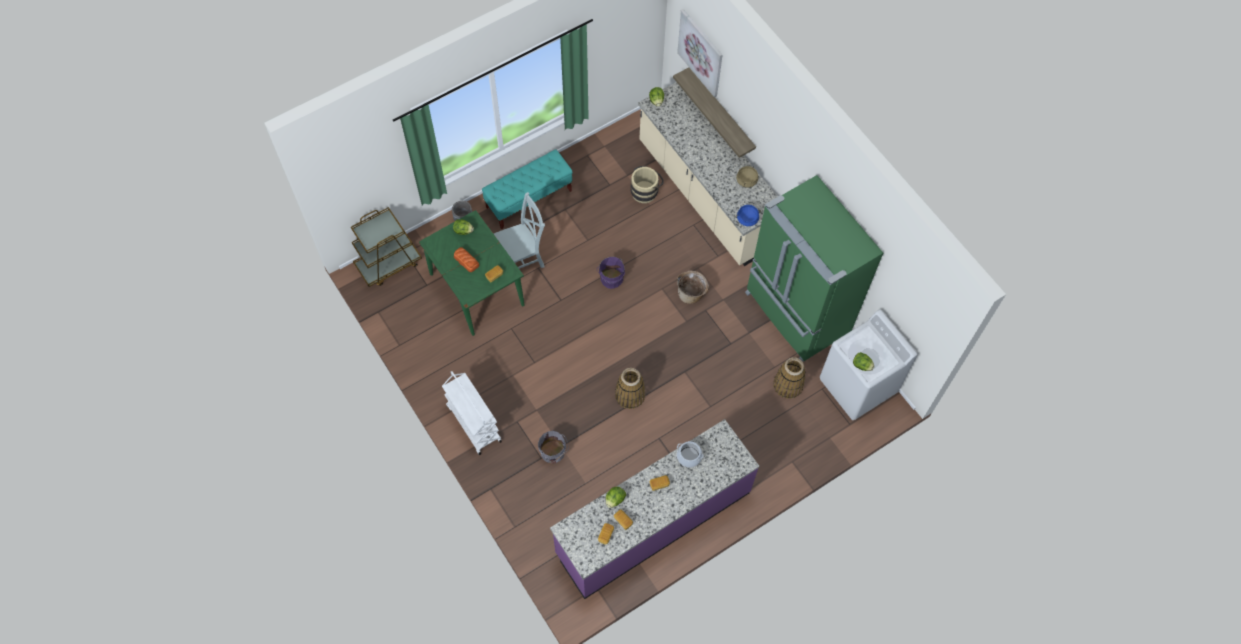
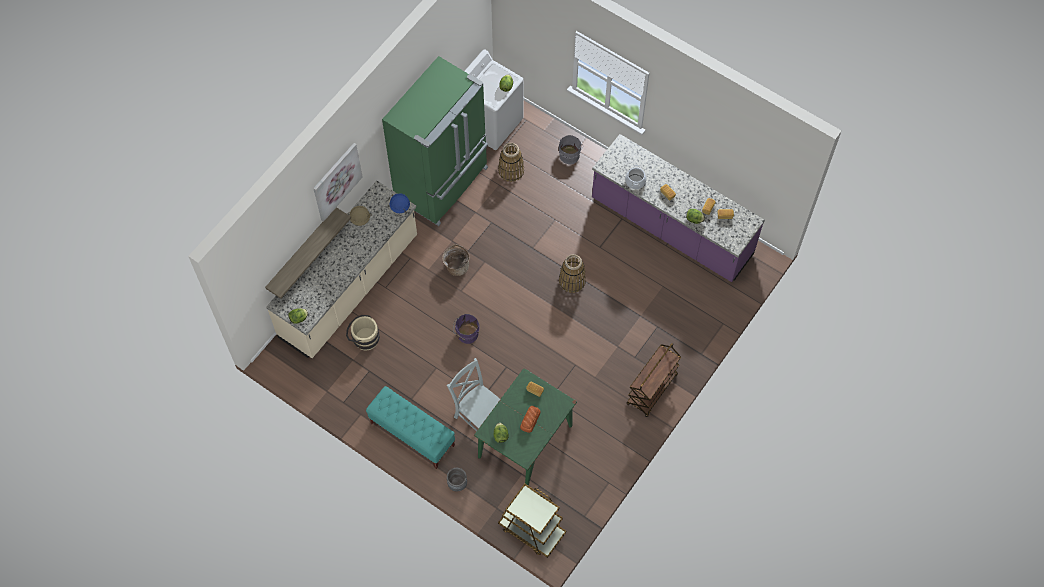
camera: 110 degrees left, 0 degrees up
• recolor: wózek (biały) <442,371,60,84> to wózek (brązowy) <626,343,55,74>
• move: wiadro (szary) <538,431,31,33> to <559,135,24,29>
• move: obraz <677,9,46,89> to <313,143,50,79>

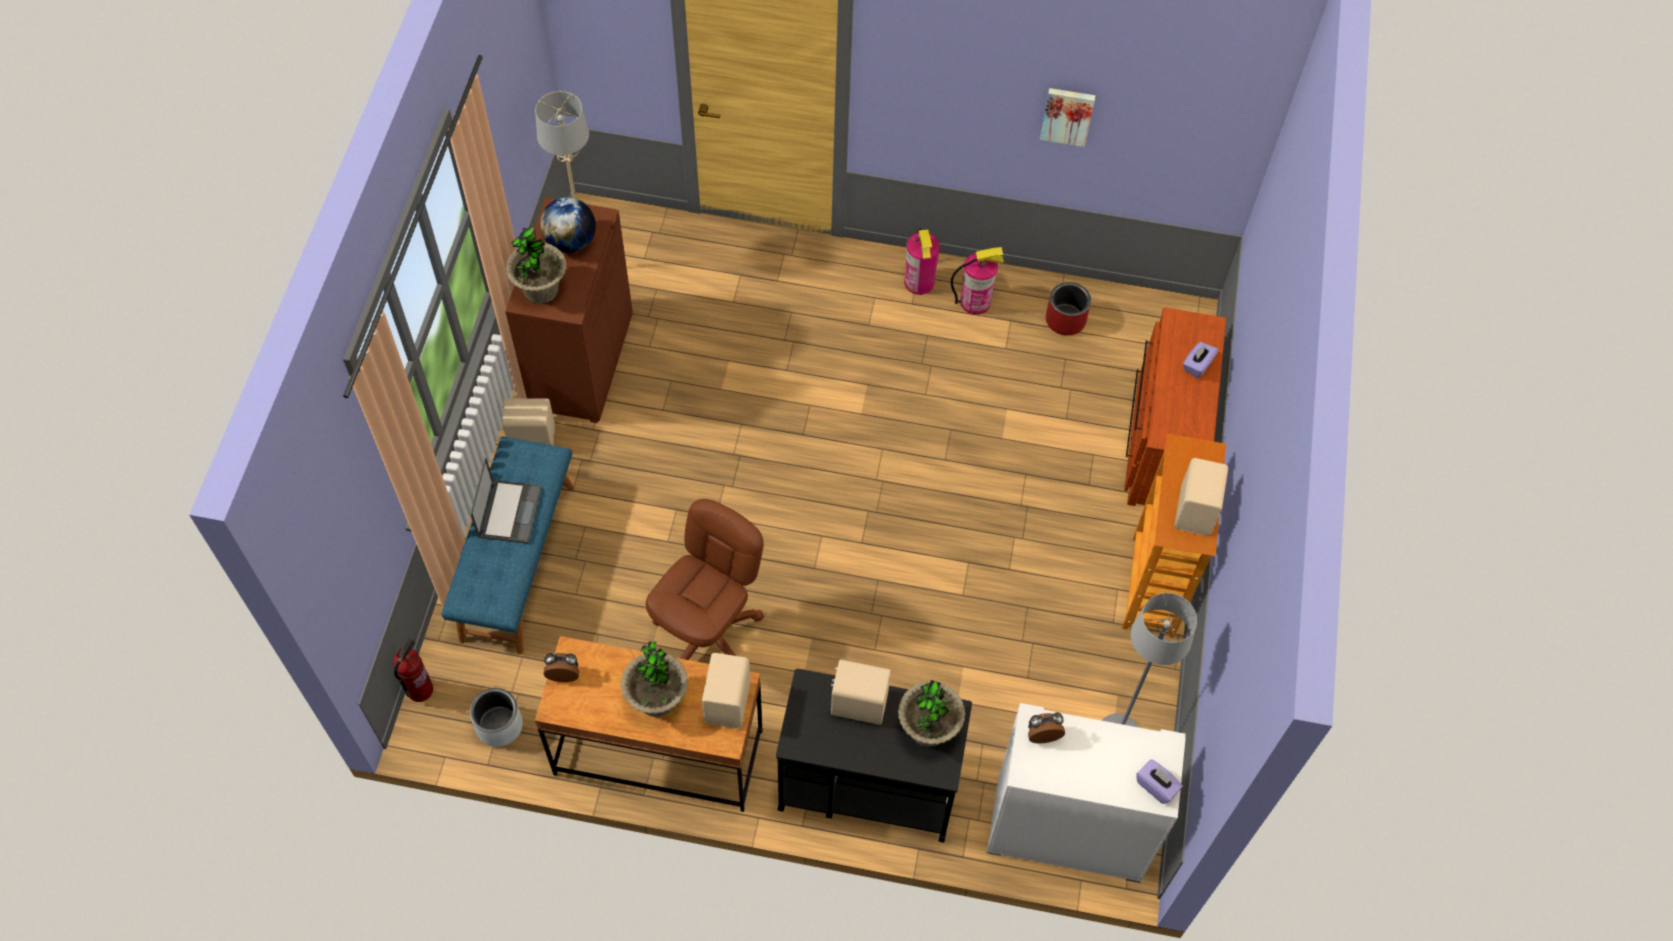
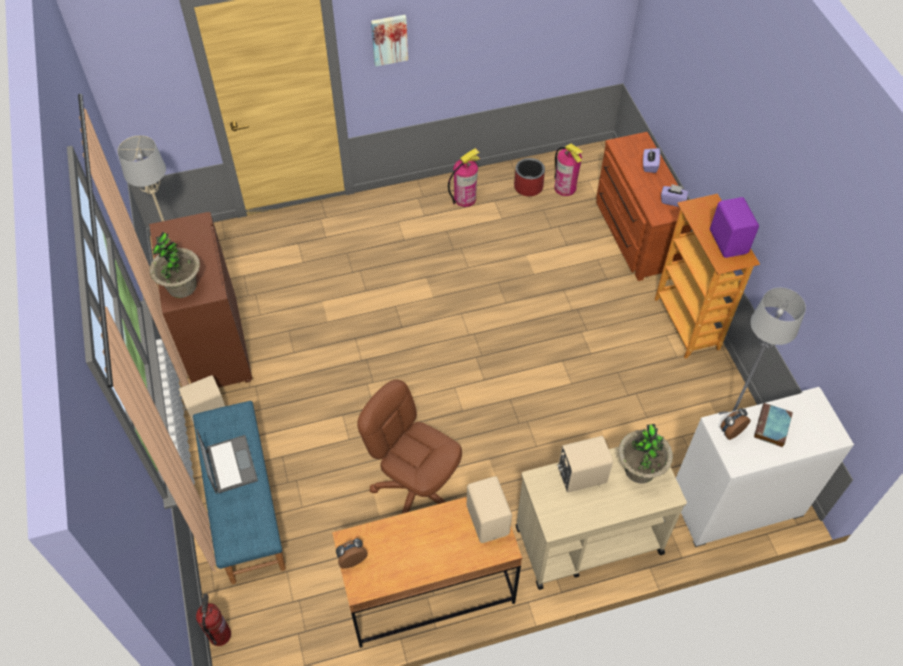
camera: 25 degrees left, 5 degrees down
• delete: donica (szary) <469,688,54,59>
• delete: globus <540,197,56,56>
• delete: roślina doniczkowa <621,642,67,75>
• rotate: krzesło biurowe (brązowy) <646,499,118,161> = <357,380,105,134> 60 degrees counterclockwise
• recolor: wózek (czarny) <776,669,196,174> to wózek (beżowy) <516,447,171,143>
• move: gaśnica <904,228,36,67> to <554,144,28,52>
• move: obraz <1040,88,55,59> to <371,15,37,51>
• move: pudełko chusteczek (fioletowy) <1136,759,47,45> to <661,184,27,23>
• recolor: głośnik (beżowy) <1174,458,54,78> to głośnik (fioletowy) <710,197,49,61>
• insert: książka <754,403,39,44>

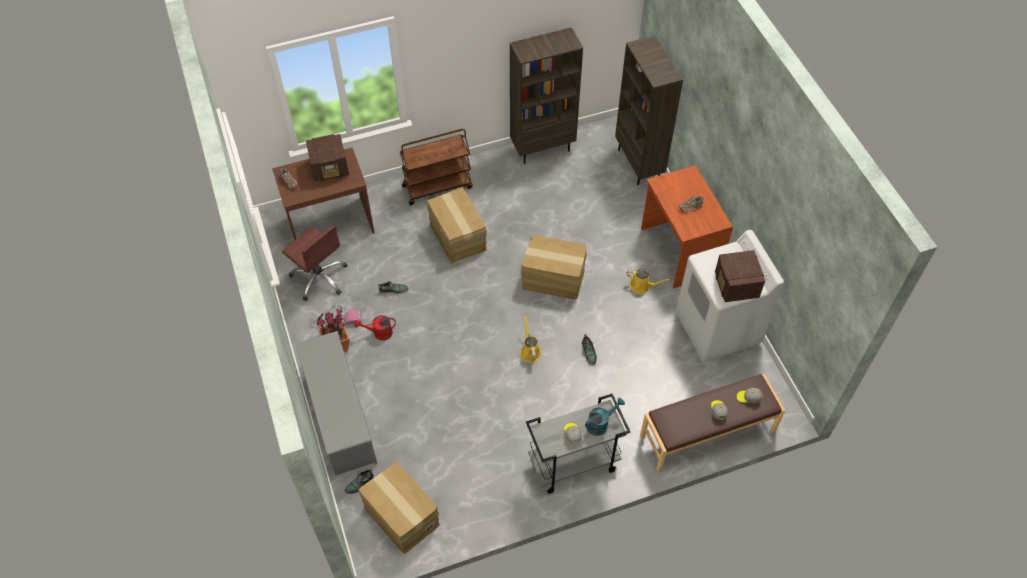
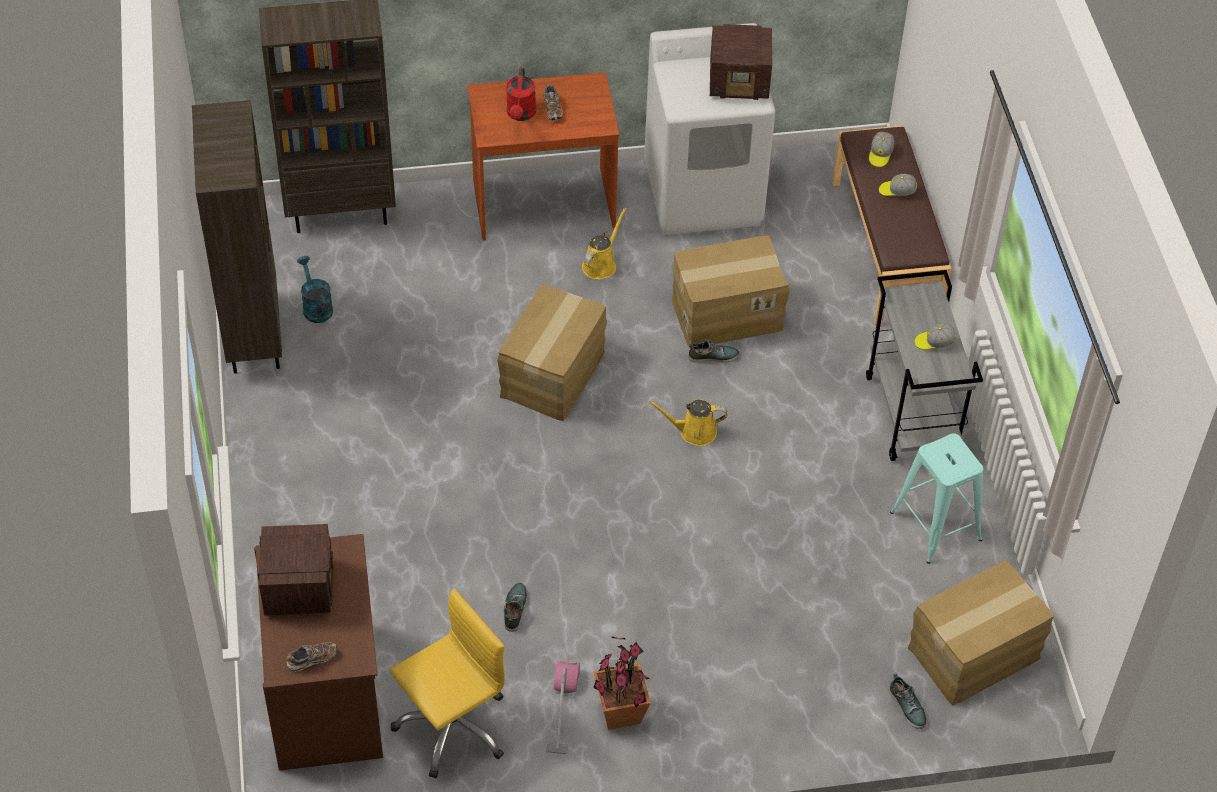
camera: 80 degrees left, 5 degrees down
• recolor: krzesło biurowe (brązowy) <282,225,65,76> to krzesło biurowe (żółty) <390,589,115,189>
• delete: regał na buty (szary) <296,331,81,144>
• move: konewka (czerwony) <354,315,42,25> to <506,68,30,53>
• delete: wózek (brązowy) <400,129,73,76>
• move: karton <427,188,60,76> to <672,235,117,111>
• move: konewka (turkusowy) <585,398,40,38> to <297,256,36,67>
• insert: stołek (turkusowy) <890,433,94,131>

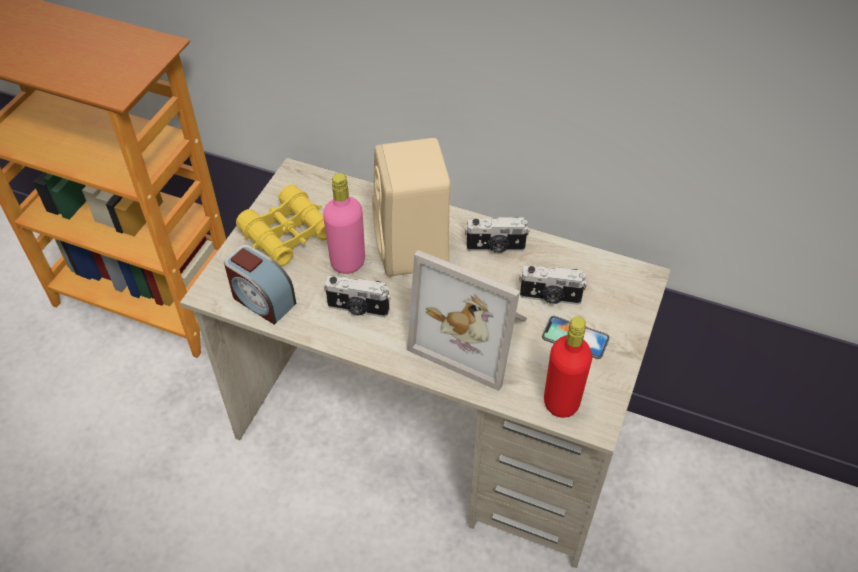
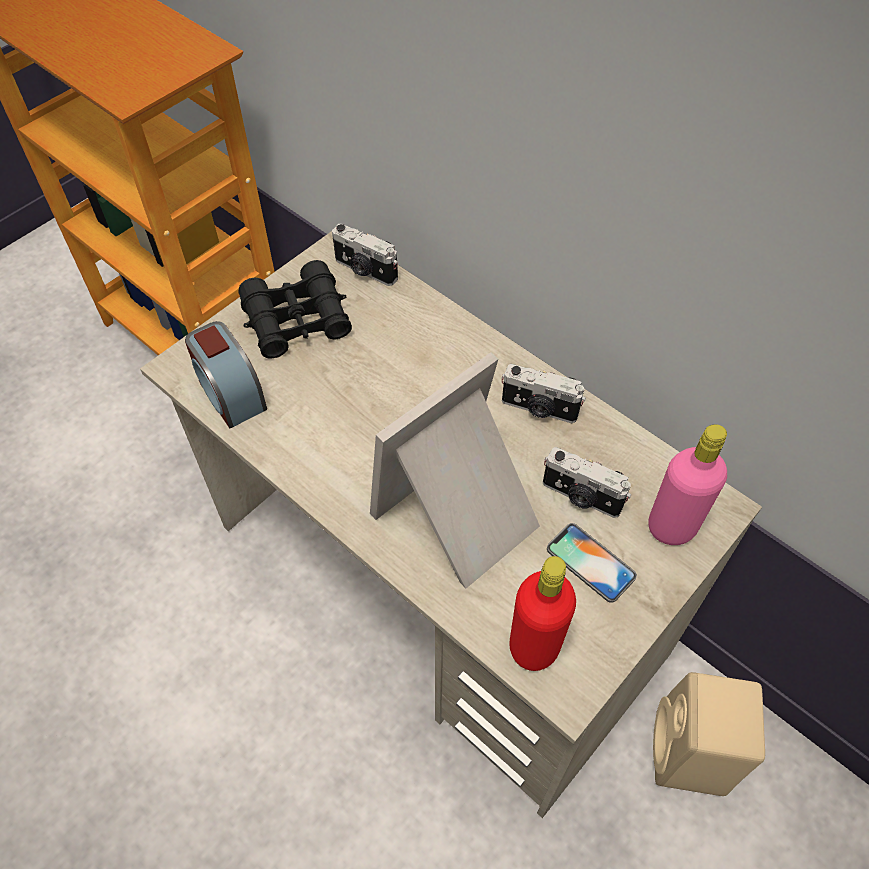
camera: 20 degrees right, 5 degrees up
• recolor: lornetka (żółty) <236,184,91,83> to lornetka (czarny) <238,260,114,99>
• move: butelka (różowy) <323,173,42,101> to <648,424,79,121>
• move: aparat fotograficzny <324,275,67,42> to <332,223,66,63>
• move: głośnik (beżowy) <372,138,79,139> to <653,672,112,124>
• rotate: ramka na zdjęcie <407,250,120,141> = <370,352,170,236> 90 degrees clockwise

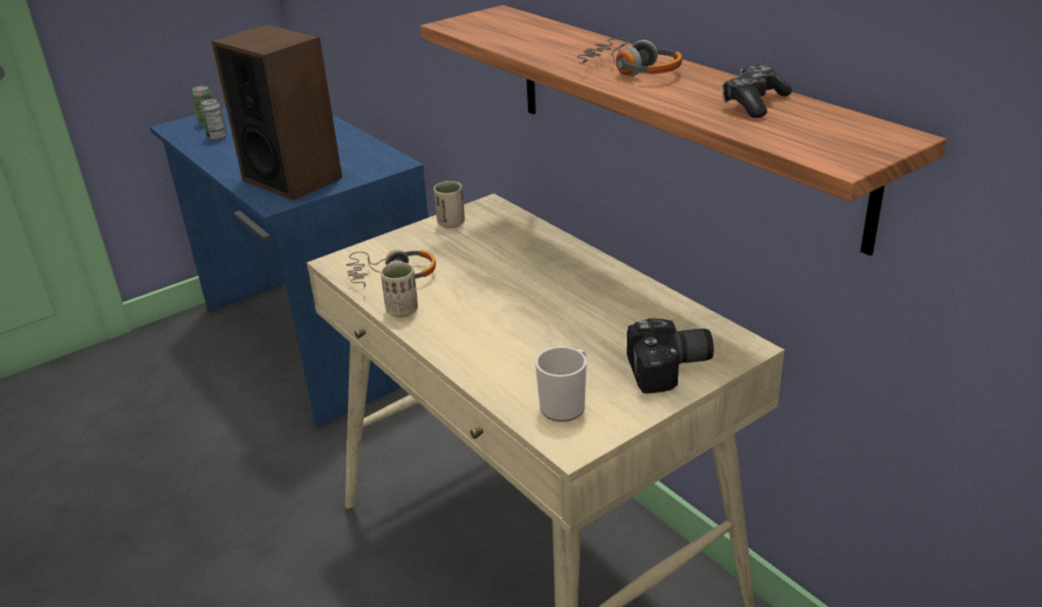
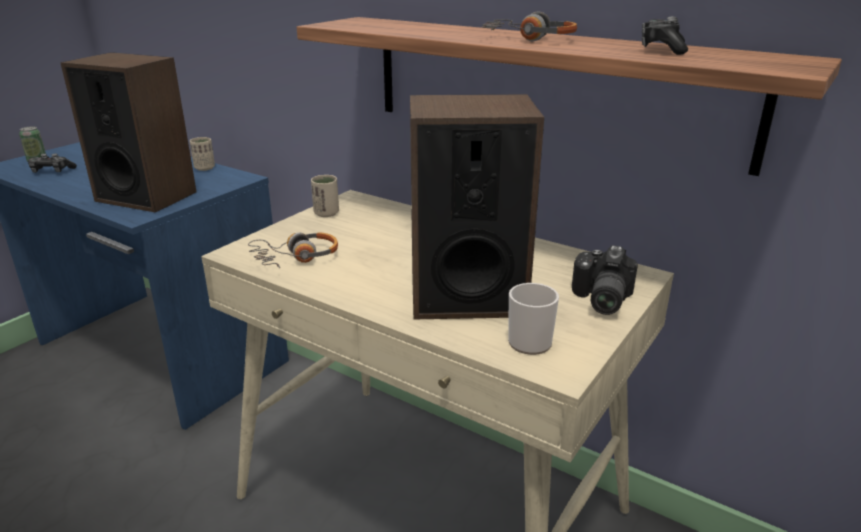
camera: 20 degrees left, 5 degrees down
• replace: puszka <200,99,27,41> to pad do gier <28,153,49,20>
• move: filiżanka (beżowy) <380,262,38,55> to <190,137,25,34>
• rotate: aparat fotograficzny <627,318,87,76> = <572,245,66,70> 135 degrees clockwise
• insert: głośnik <410,94,134,225>

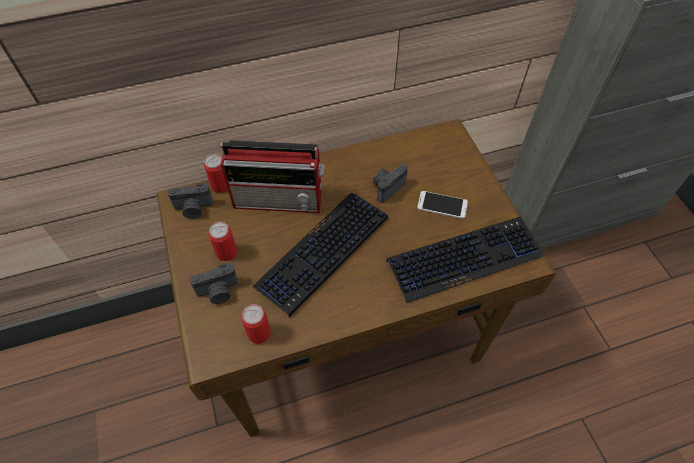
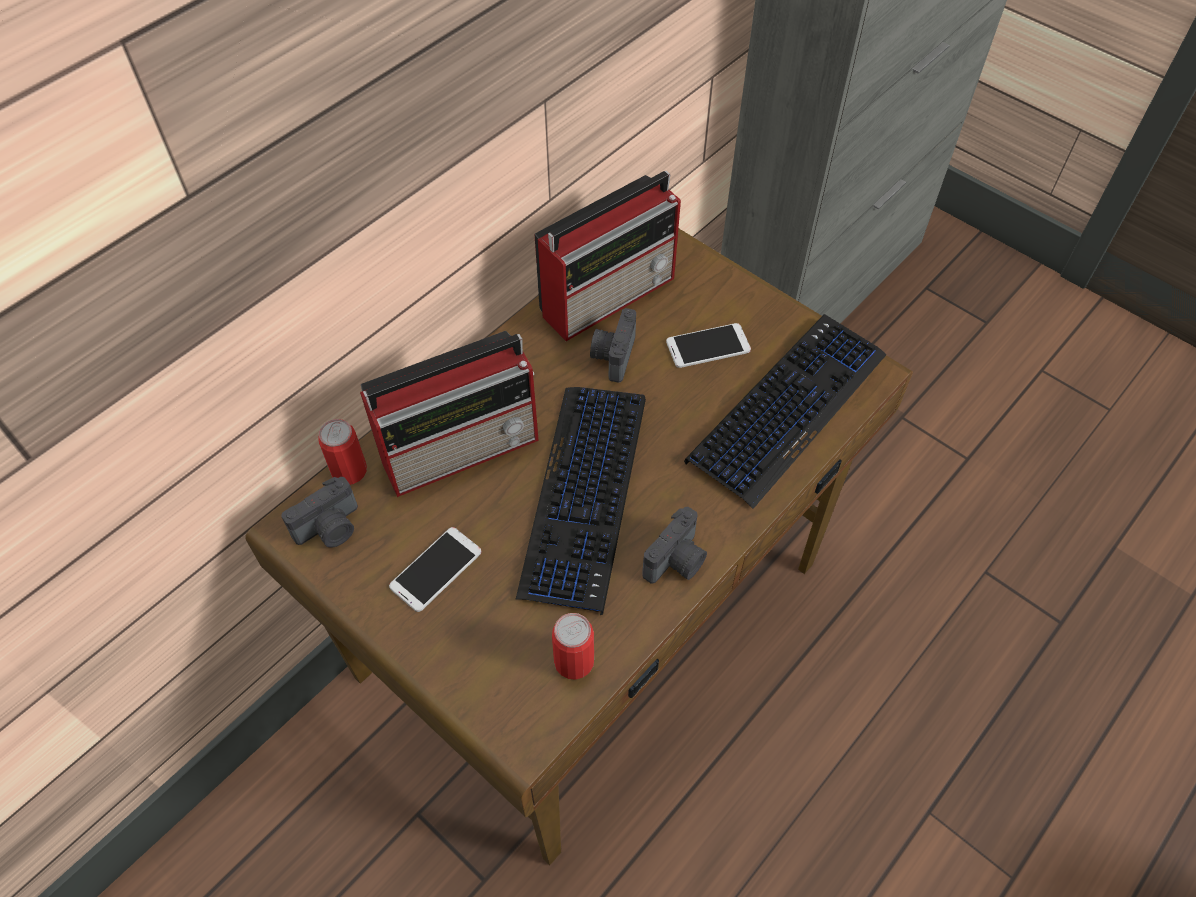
camera: 30 degrees left, 0 degrees up
• move: aparat fotograficzny <190,263,48,41> to <642,507,65,77>
• replace: puszka <209,222,28,39> to telefon <389,527,92,85>
• insert: radio <534,171,147,170>

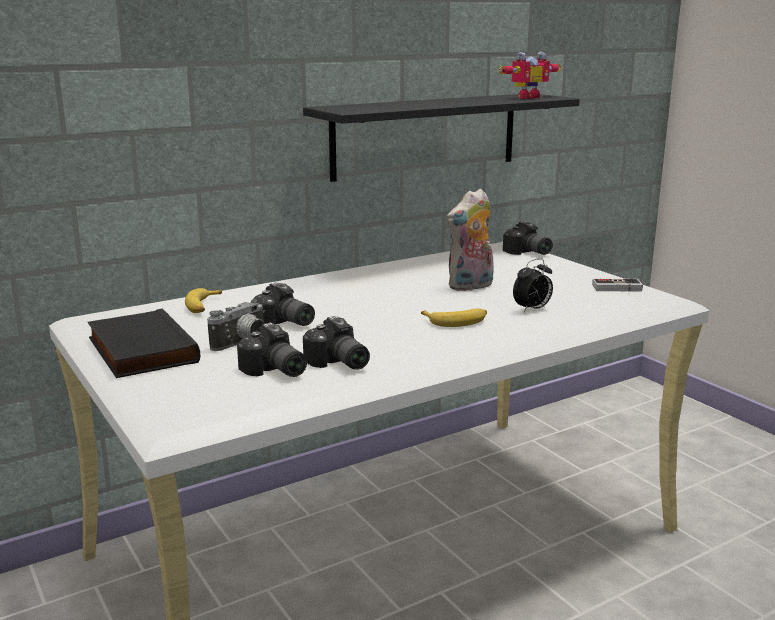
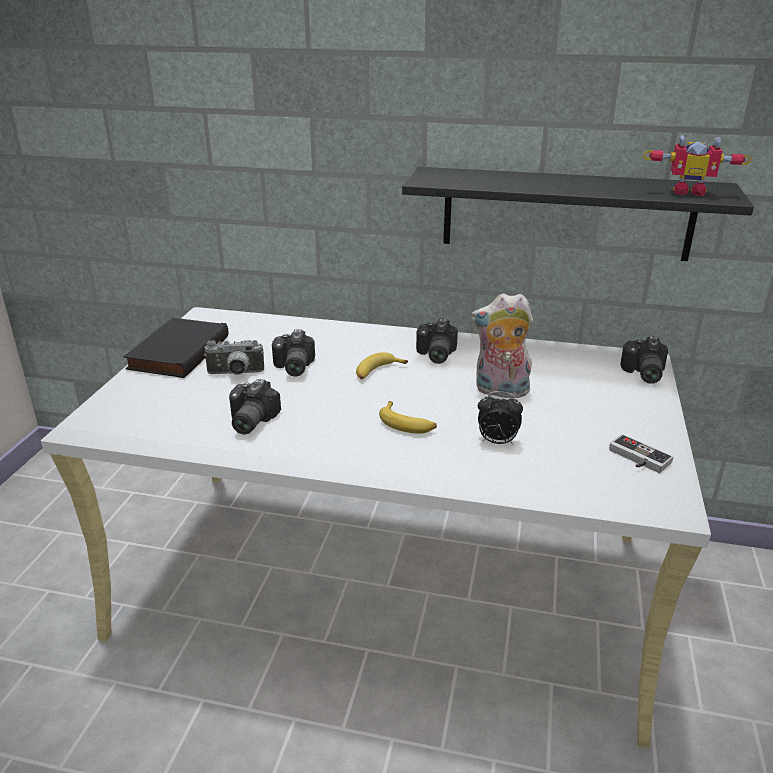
camera: 45 degrees right, 10 degrees up
• move: banan <185,288,37,25> to <356,352,52,27>
• move: aparat fotograficzny <237,322,70,55> to <416,319,42,45>

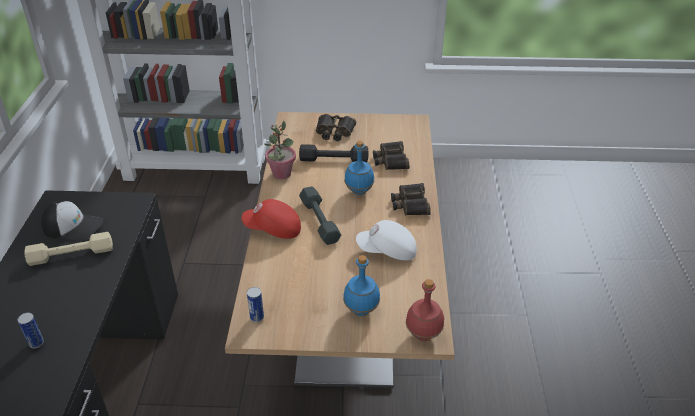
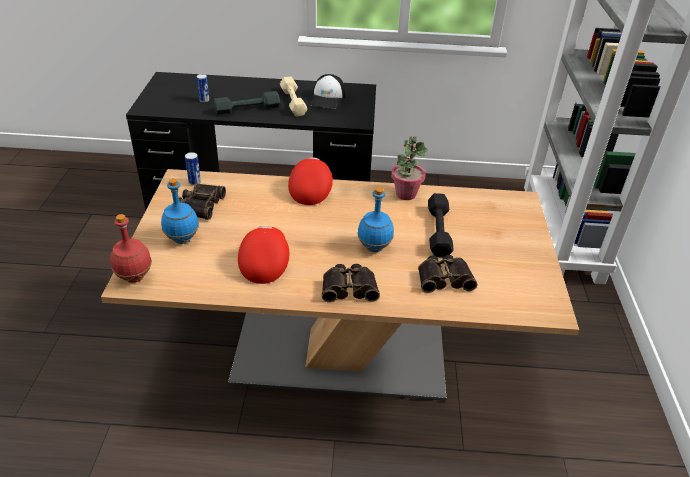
camera: 90 degrees right, 0 degrees up
• move: hantel (szary) <299,186,42,59> to <214,91,66,23>
• move: lornetka <316,114,40,27> to <179,183,47,37>
• recolor: czapka z daszkiem (biały) <356,220,61,40> to czapka z daszkiem (czerwony) <238,226,51,58>

